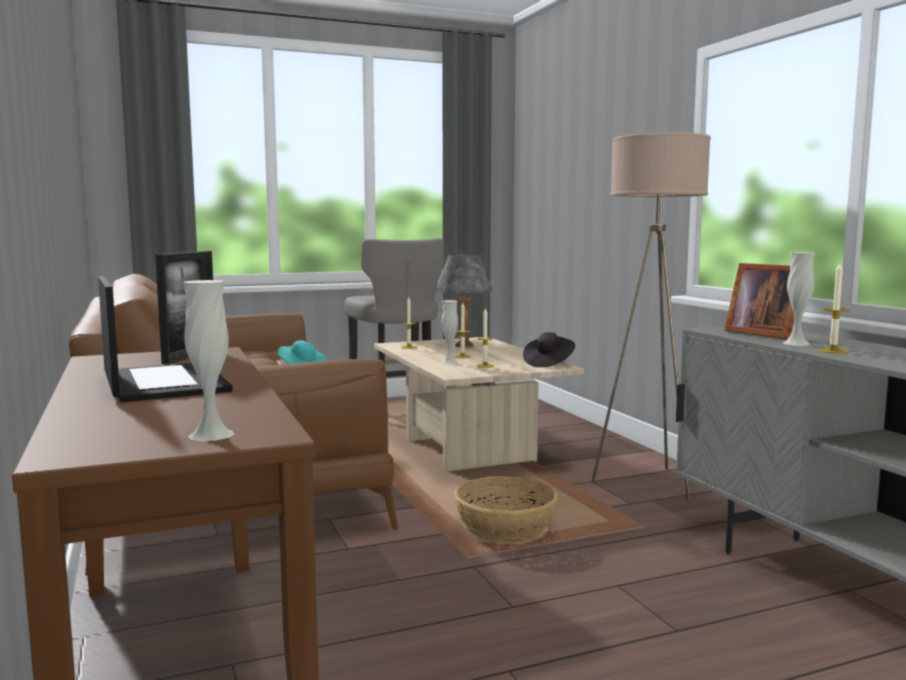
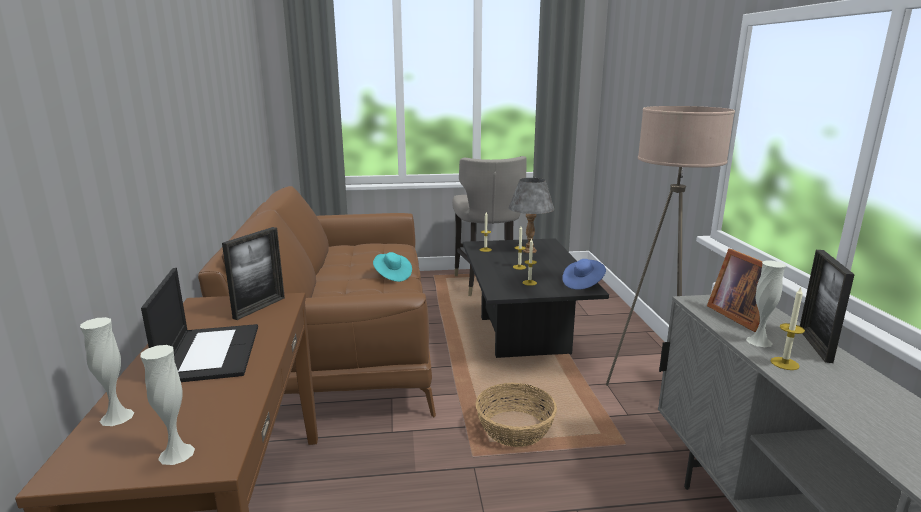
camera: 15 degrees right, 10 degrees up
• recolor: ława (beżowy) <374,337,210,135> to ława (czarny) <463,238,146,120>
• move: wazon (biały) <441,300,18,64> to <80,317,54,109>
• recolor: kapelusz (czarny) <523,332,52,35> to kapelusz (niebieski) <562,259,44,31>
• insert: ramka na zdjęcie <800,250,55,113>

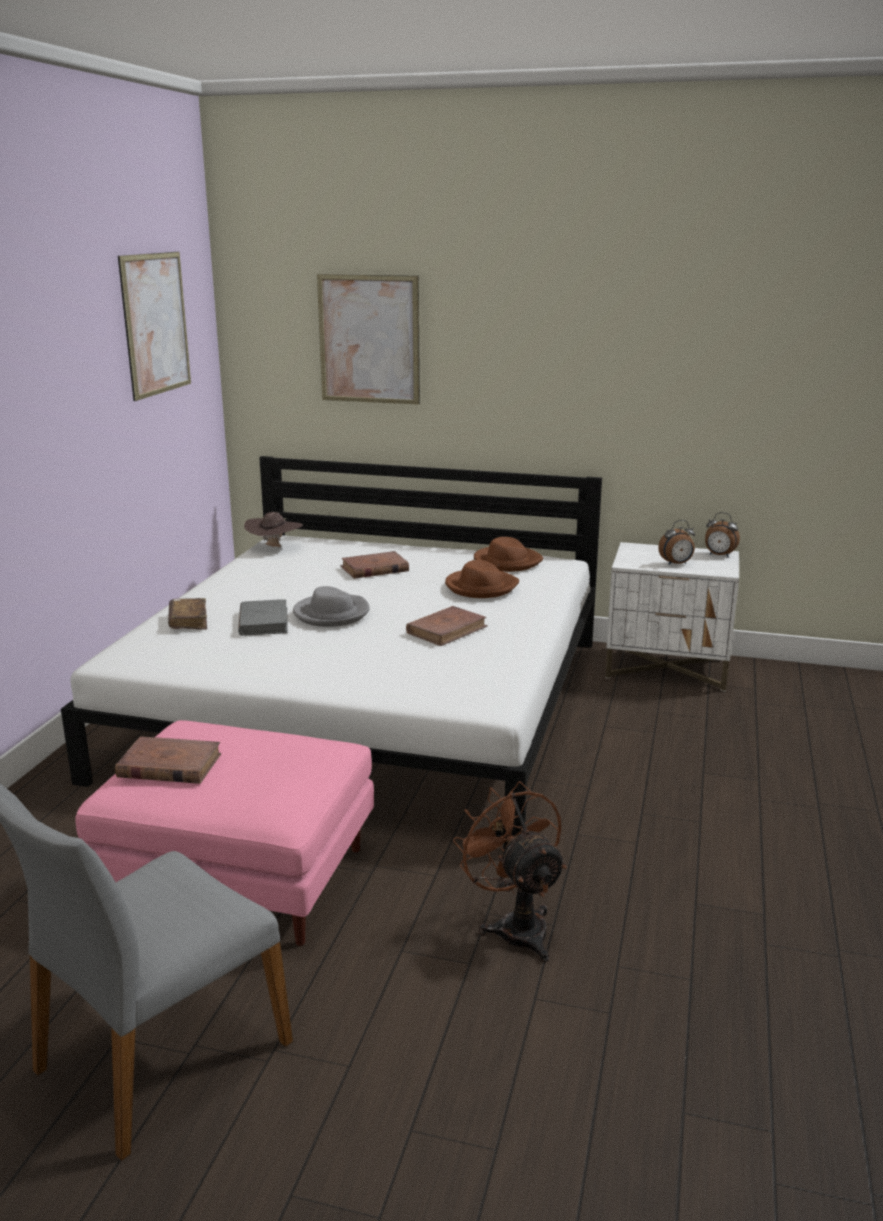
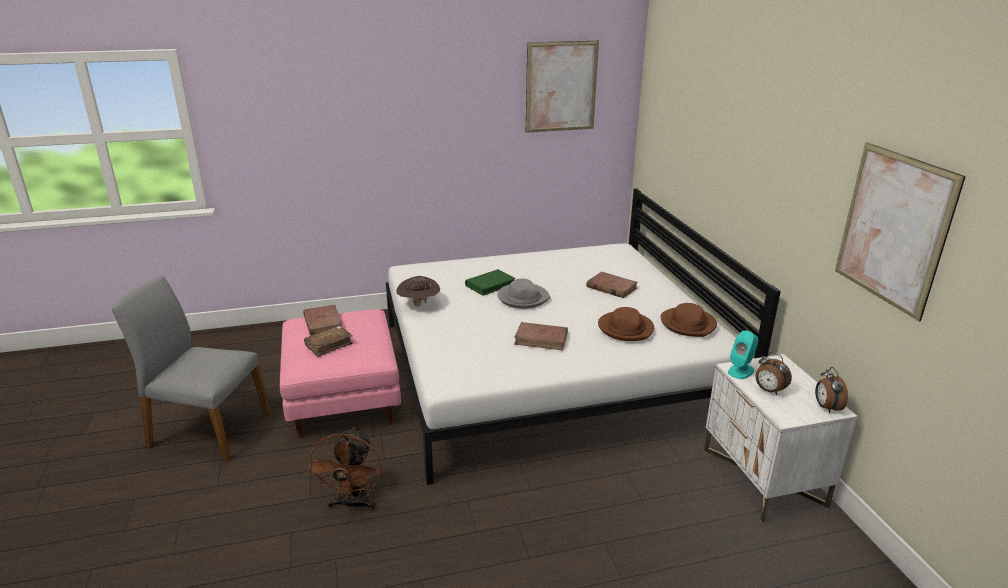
camera: 60 degrees right, 5 degrees up
• move: książka (brązowy) <168,598,39,32> to <304,326,49,31>
• recolor: książka (szary) <238,599,50,37> to książka (zielony) <465,269,51,27>
• move: kapelusz (brązowy) <244,512,59,35> to <396,276,44,31>
• move: obraz <317,274,103,131> to <835,142,131,180>
• rotate: wentylator (brązowy) <453,781,114,181> = <306,427,76,84> 150 degrees clockwise
• insert: głośnik (turkusowy) <728,330,30,49>

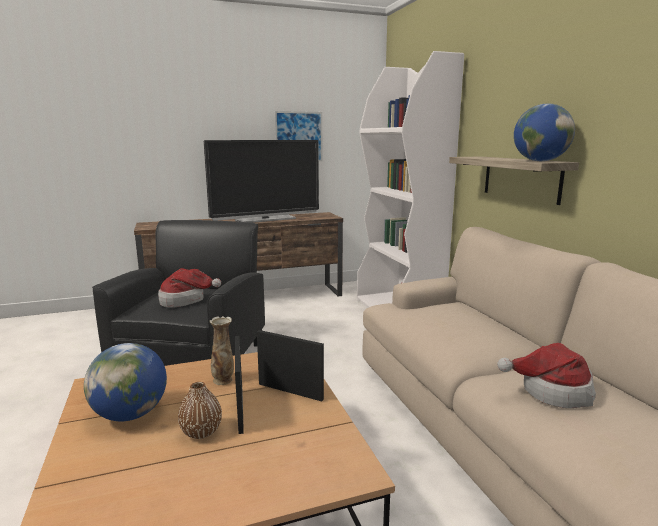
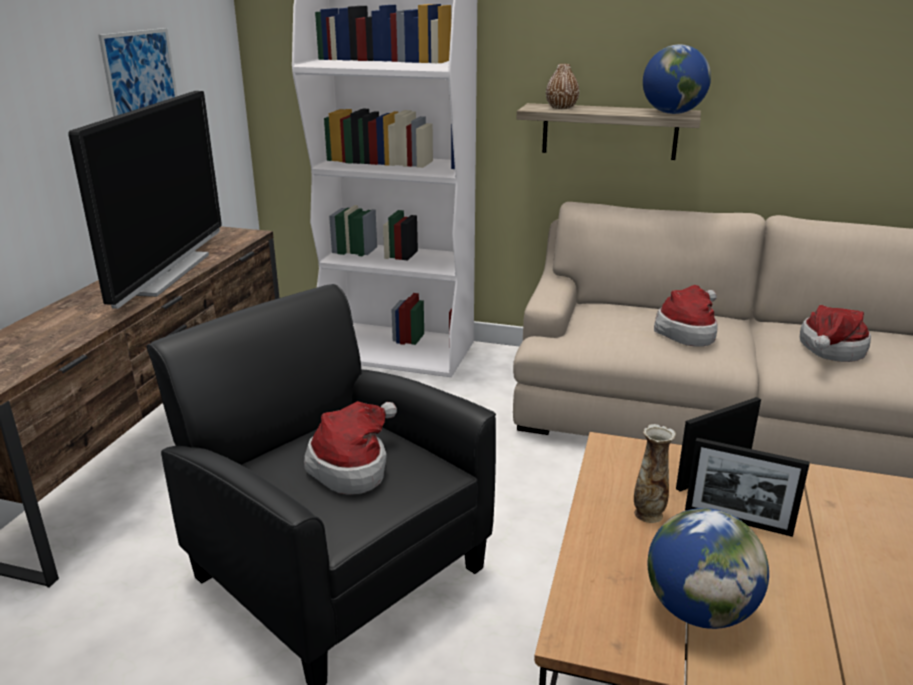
camera: 55 degrees left, 10 degrees up
• move: wazon (brązowy) <178,382,44,57> to <546,64,33,45>
• insert: kapelusz <654,285,64,62>

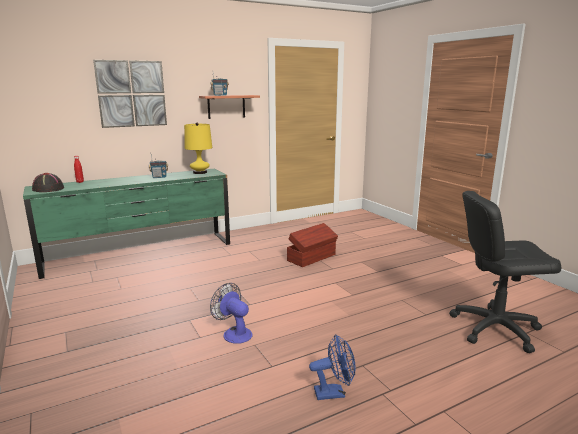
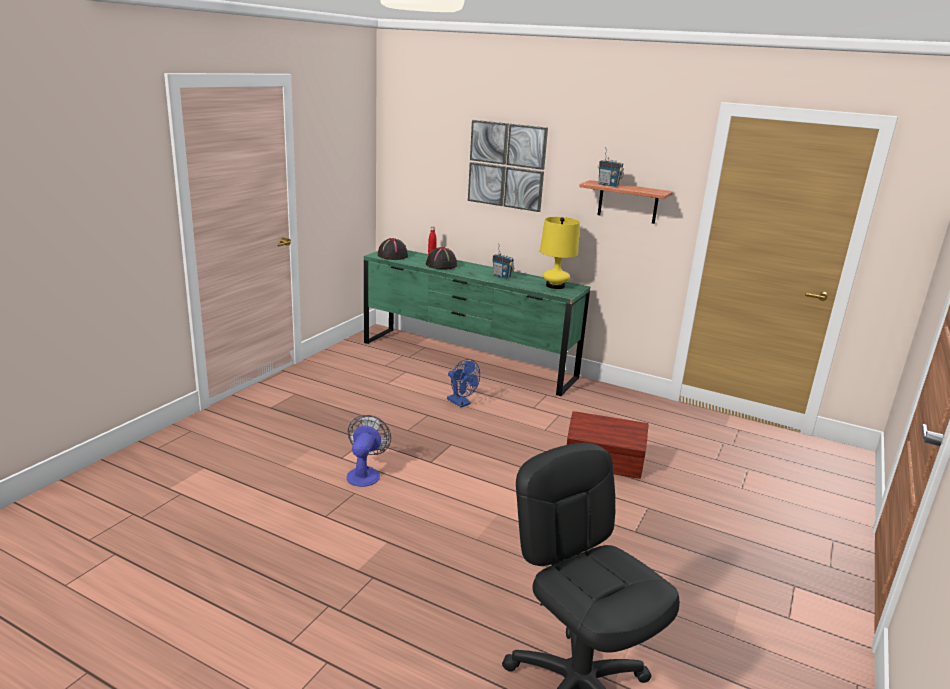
camera: 55 degrees right, 5 degrees up
• move: wentylator (niebieski) <309,334,47,66> to <447,359,33,48>
• insert: kapelusz (czarny) <426,247,31,22>

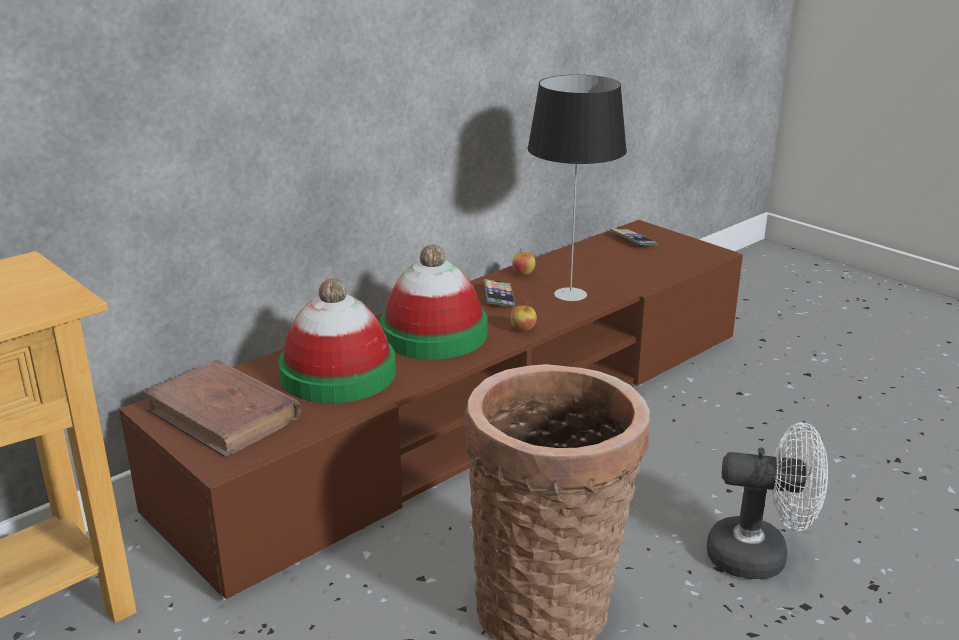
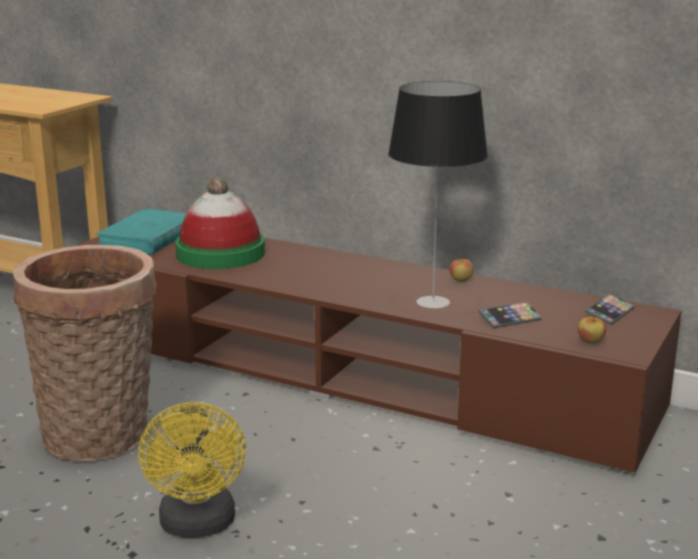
camera: 70 degrees right, 5 degrees down
• recolor: książka (brązowy) <144,360,157,97> to książka (turkusowy) <96,208,90,47>
• delete: kapelusz <380,245,107,114>
• move: telefon <484,279,32,29> to <479,302,63,26>
• move: jabłko <510,303,27,28> to <578,315,28,28>
• recolor: wentylator (biały) <707,422,121,157> to wentylator (żółty) <138,402,108,136>

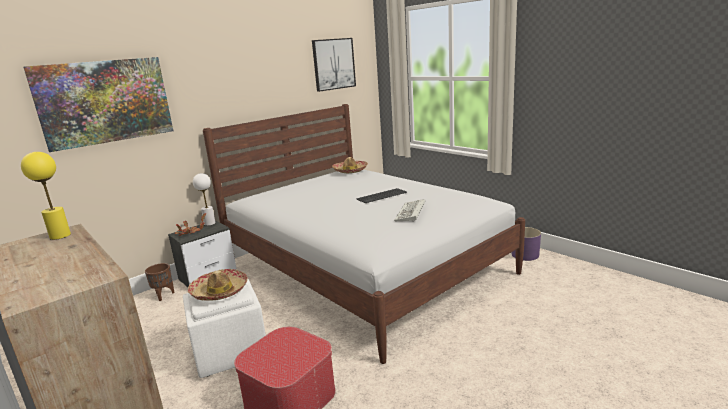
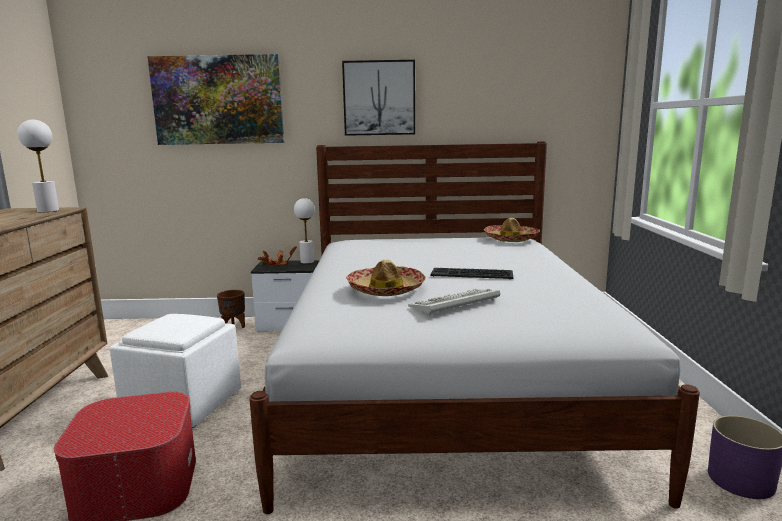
camera: 40 degrees right, 5 degrees down
• recolor: lampa stołowa (żółty) <21,152,50,88> to lampa stołowa (biały) <17,120,42,92>
• move: kapelusz <188,269,60,32> to <346,259,80,37>
• move: obraz <312,38,44,54> to <342,60,73,76>

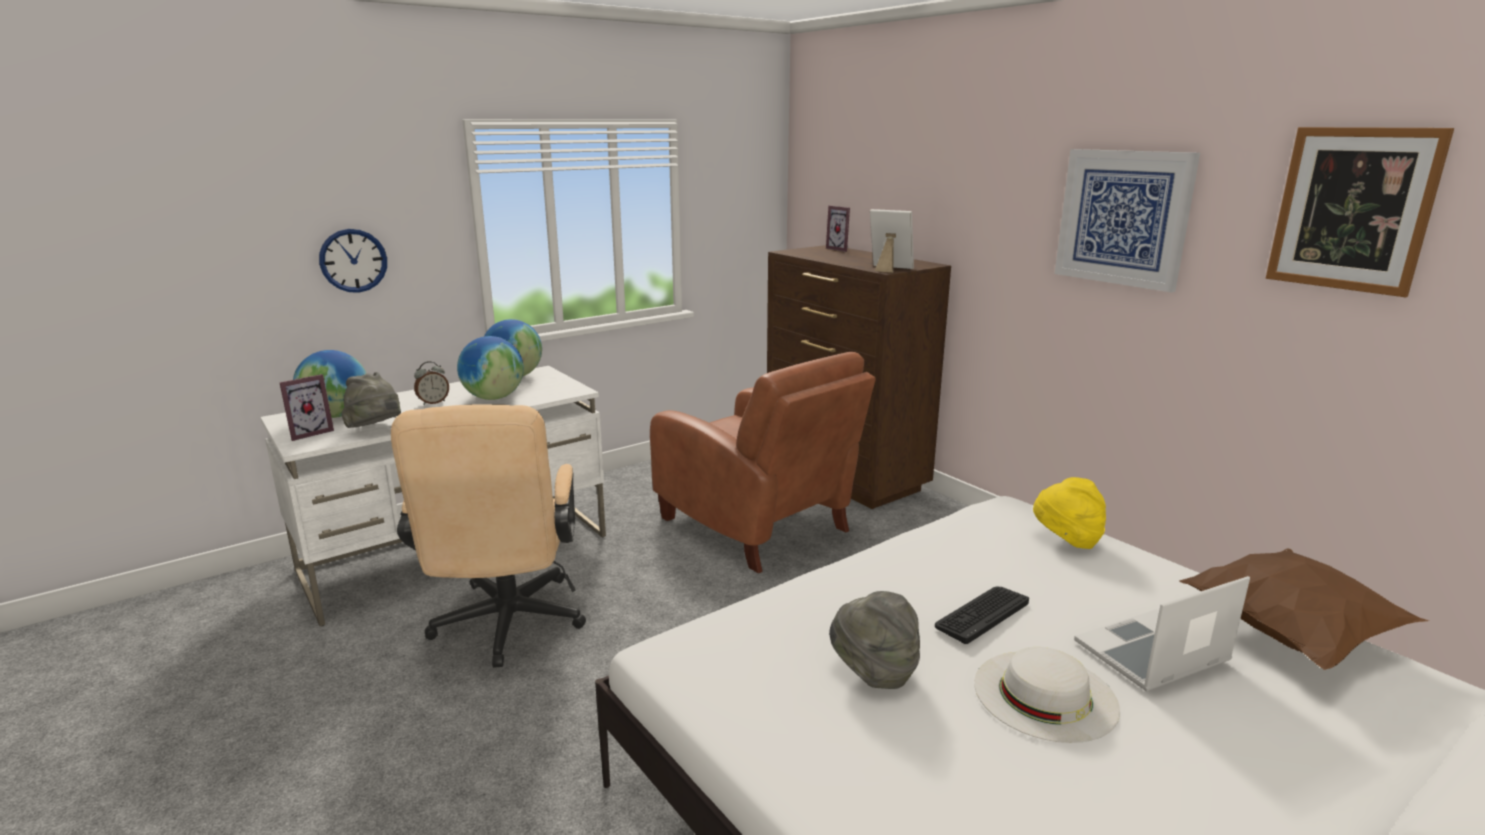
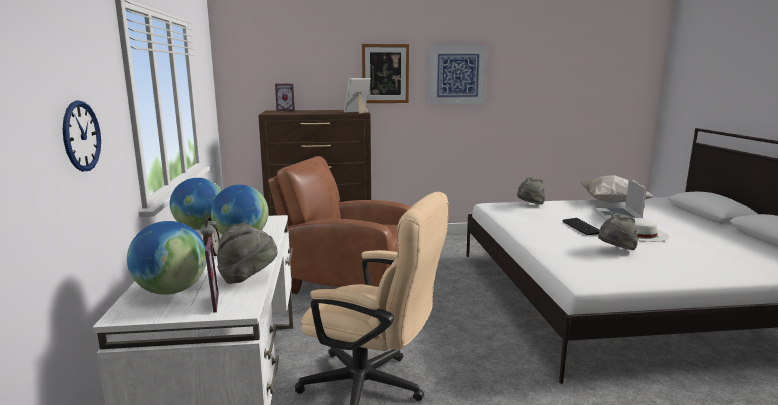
camera: 60 degrees left, 5 degrees down
• rotate: fotel (brązowy) <650,352,226,221> = <268,156,143,138> 150 degrees counterclockwise
• recolor: kapelusz (żółty) <1033,477,73,72> to kapelusz (szary) <517,177,28,27>
• recolor: poduszka (brązowy) <1179,548,250,122> to poduszka (biały) <580,175,74,28>
• move: obraz <1266,127,188,170> to <362,44,47,59>

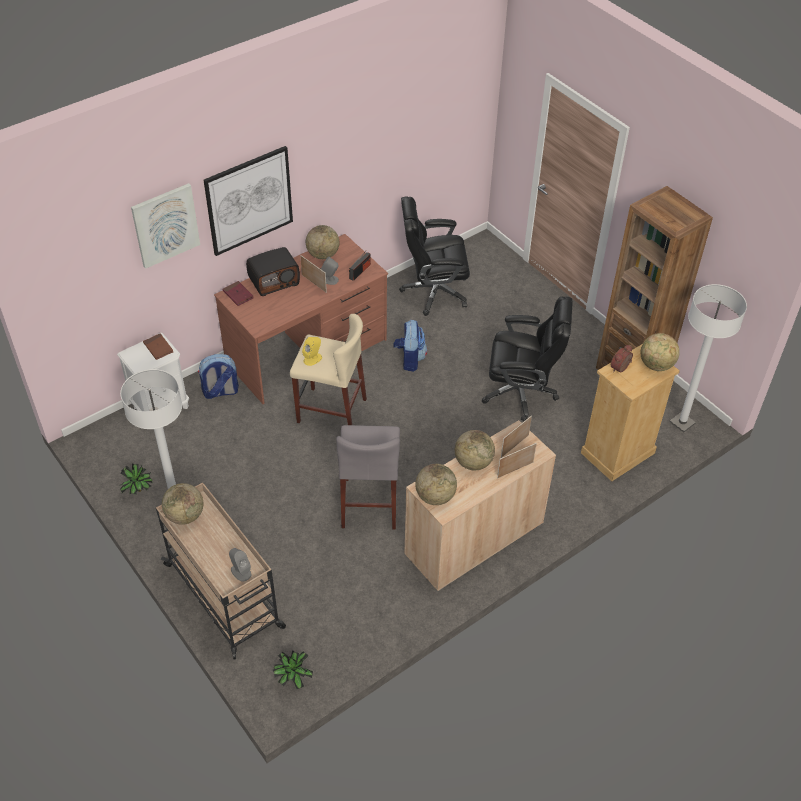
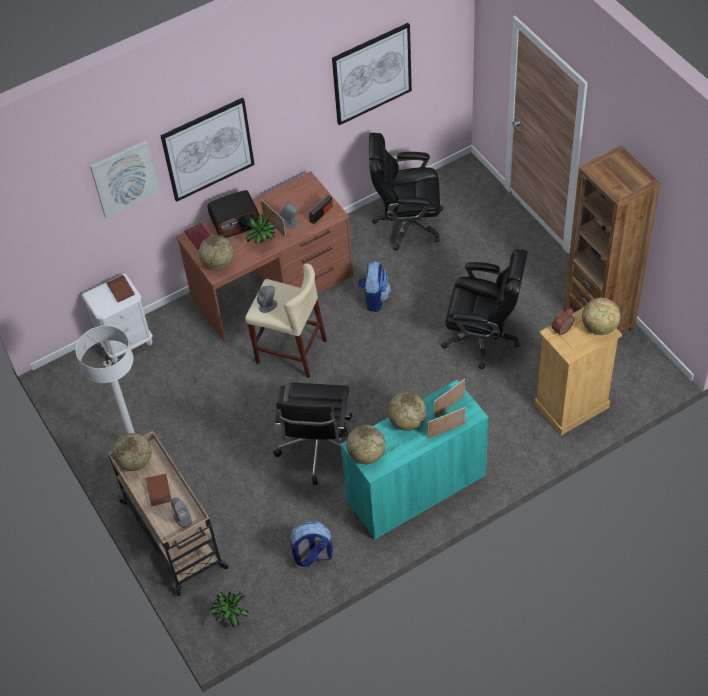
camera: 10 degrees right, 5 degrees up
• move: roślina doniczkowa <120,463,32,32> to <246,214,30,29>
• move: plecak <198,354,41,45> to <289,522,44,45>
• recolor: głośnik (żółty) <302,337,20,29> to głośnik (szary) <257,286,20,27>
• move: globus <306,225,33,34> to <199,235,35,35>
• replace: stołek (szary) <336,425,64,105> to krzesło biurowe (czarny) <273,382,79,103>
• recolor: szafka (beżowy) <404,420,152,171> to szafka (turkusowy) <341,380,147,160>
• delete: lampa stojąca (biały) <670,284,77,148>
• insert: książka (brązowy) <146,474,26,32>
• insert: obraz <332,23,80,102>

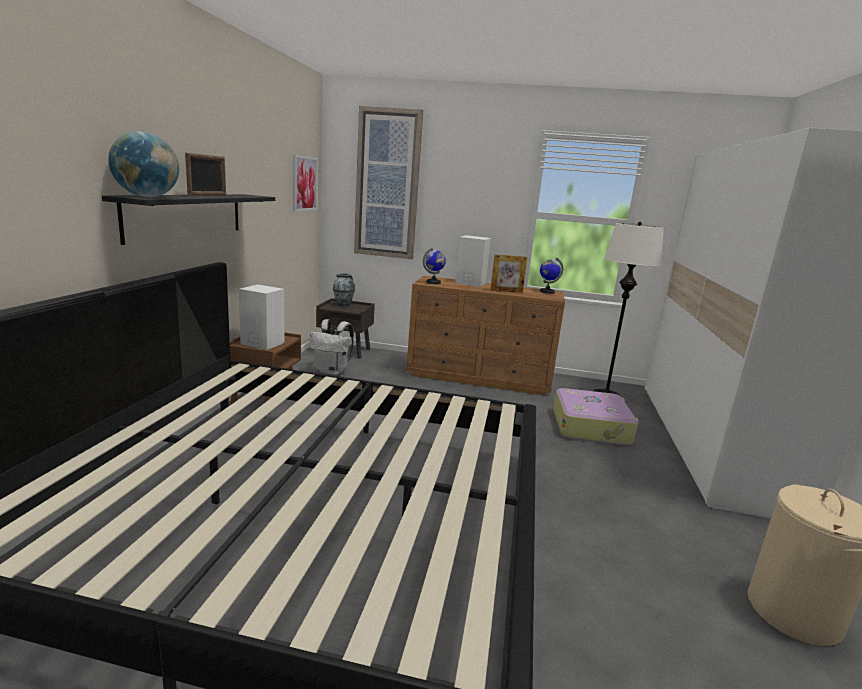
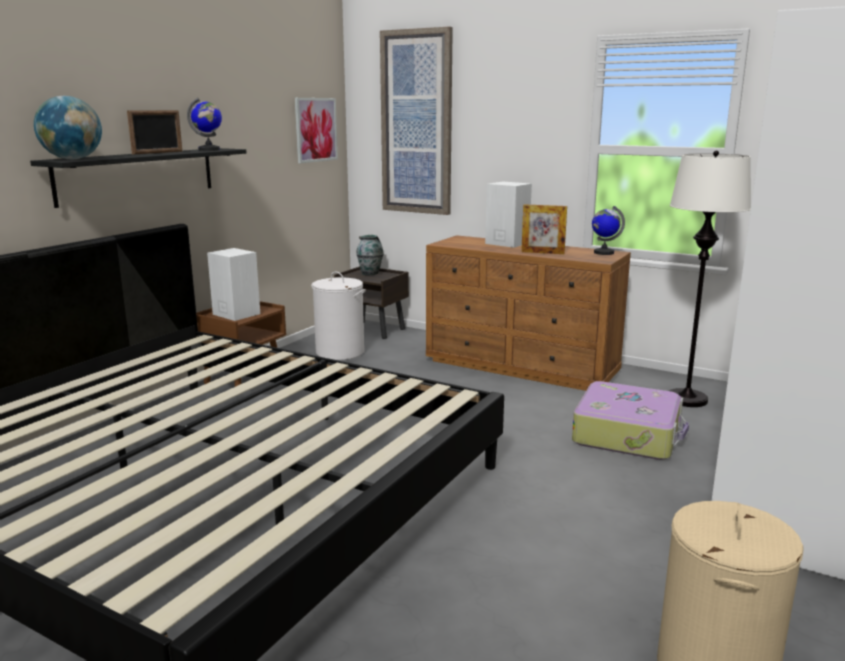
camera: 20 degrees right, 0 degrees up
• replace: plecak (biały) <309,319,45,56> to kosz na pranie (biały) <311,271,55,89>
• move: globus <423,248,23,36> to <187,98,35,53>

